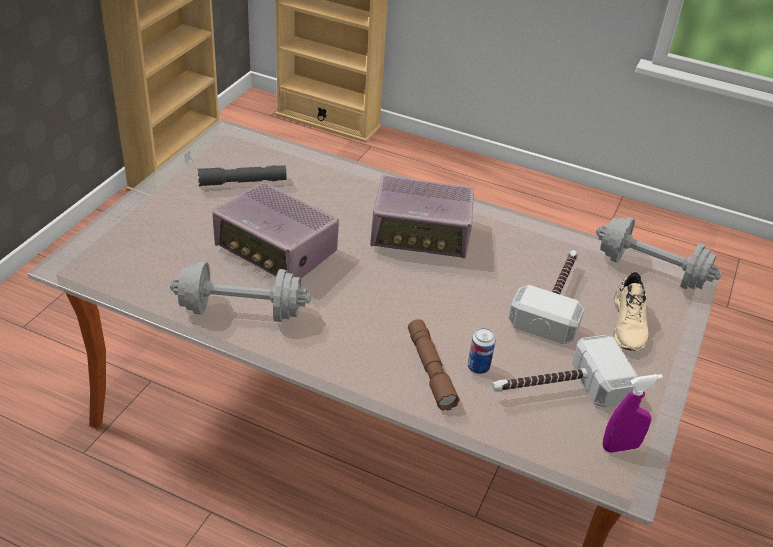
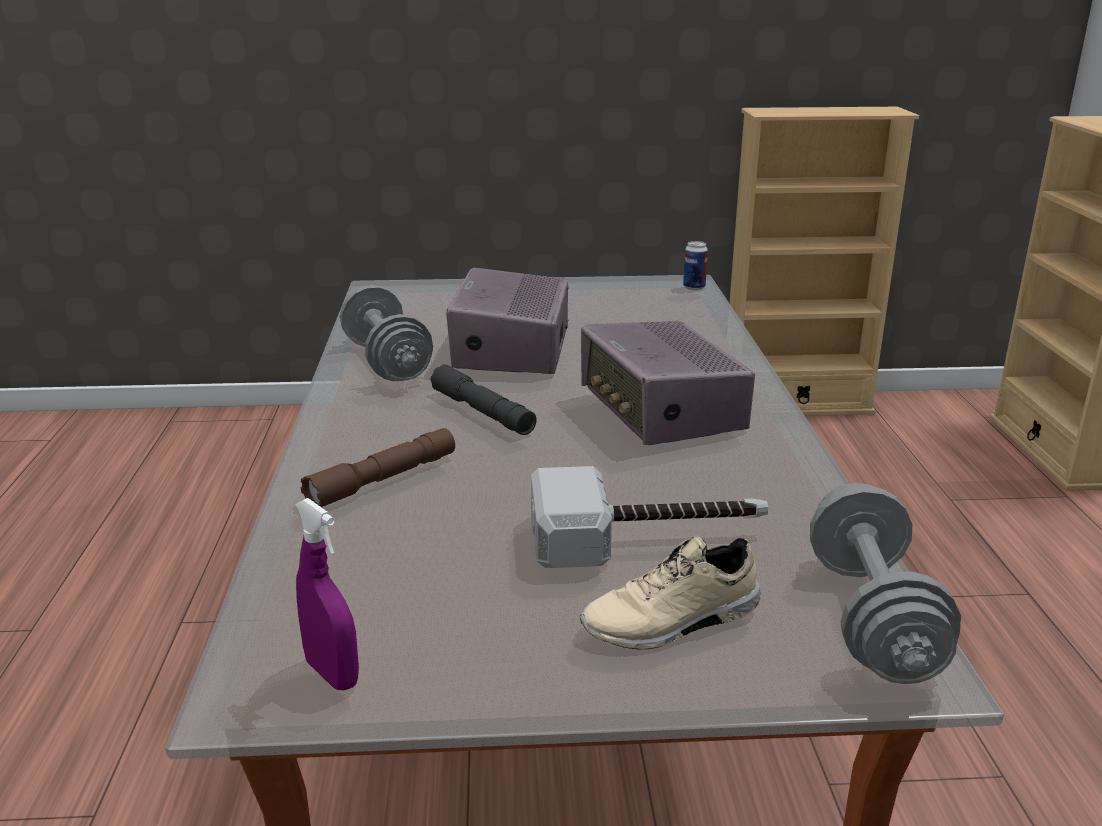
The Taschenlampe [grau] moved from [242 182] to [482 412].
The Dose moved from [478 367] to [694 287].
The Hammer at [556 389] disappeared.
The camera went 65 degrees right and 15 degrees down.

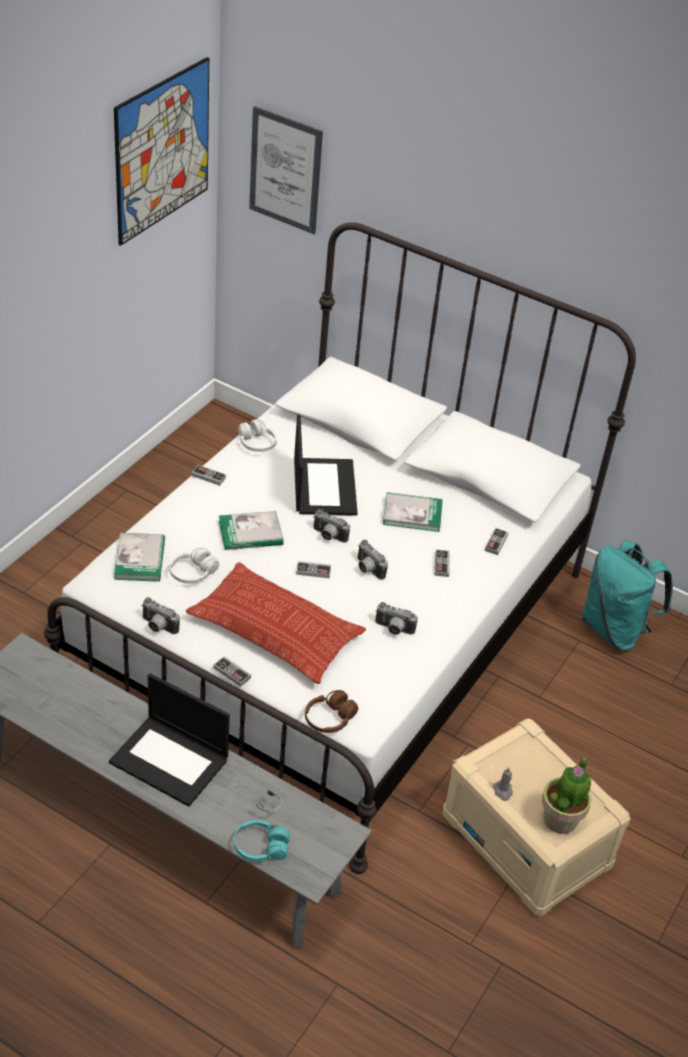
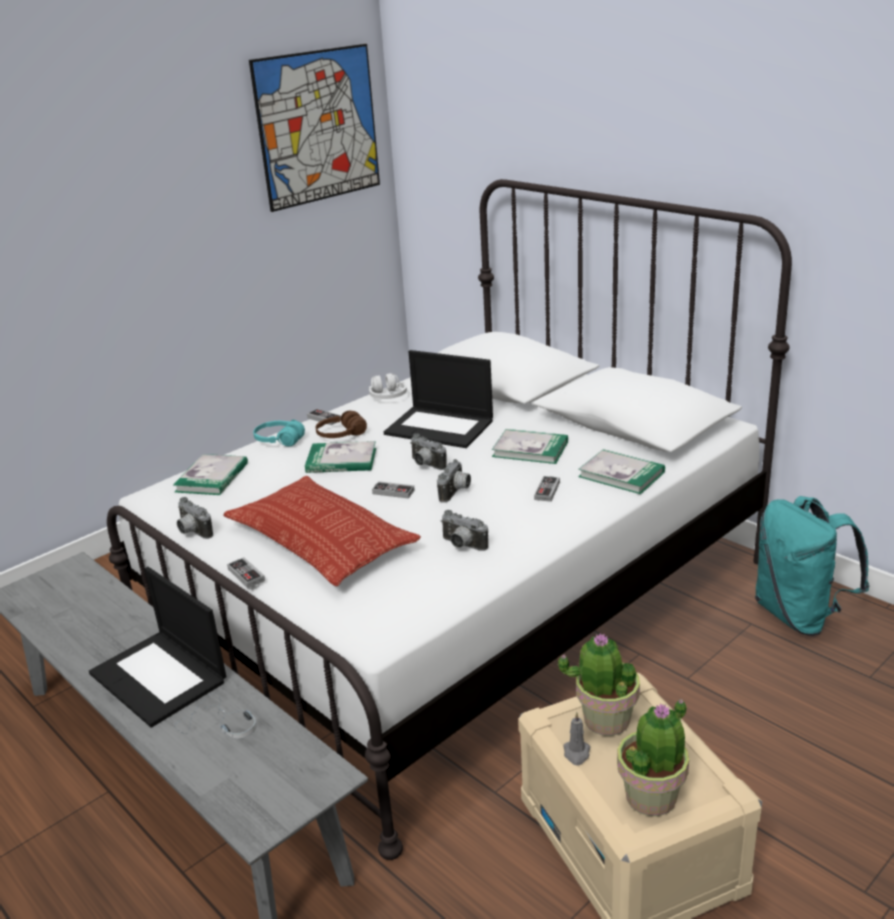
The Bild at [285 170] disappeared.
The Laptop at [323 486] turned 105 degrees clockwise.
The Gamepad at [496 543] was replaced by the Buch at [621 474].
The Kamera at [367 569] turned 135 degrees counterclockwise.
The Kopfhörer [weiß] at [193 573] disappeared.
The Kopfhörer [braun] moved from [329 719] to [341 435].
The Kopfhörer [türkis] moved from [261 847] to [279 440].
The Topfpflanze at [605 719] appeared.
The camera went 20 degrees right and 15 degrees down.

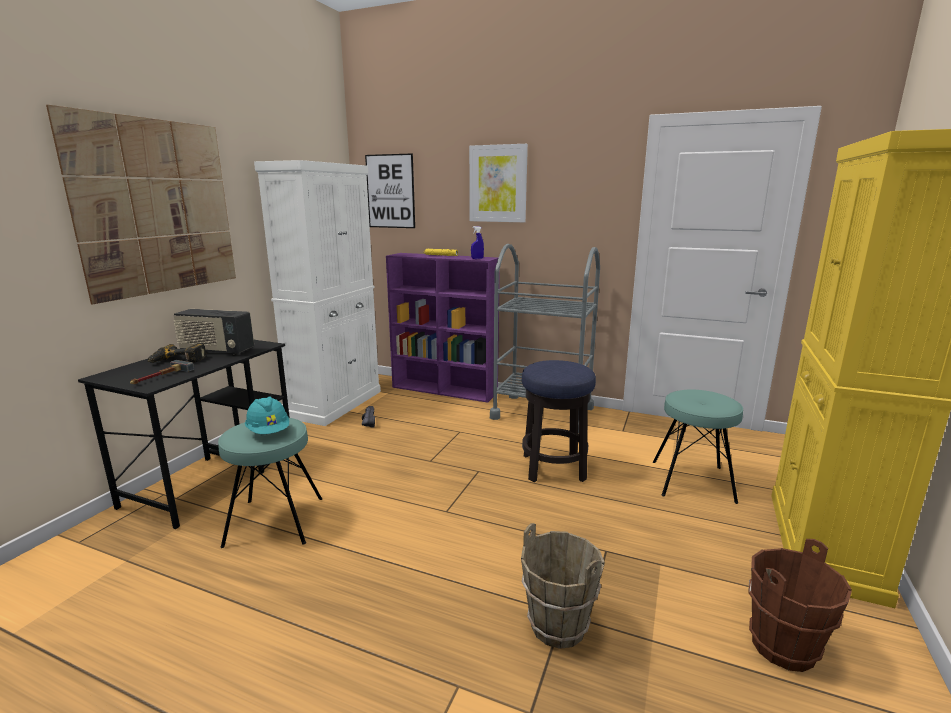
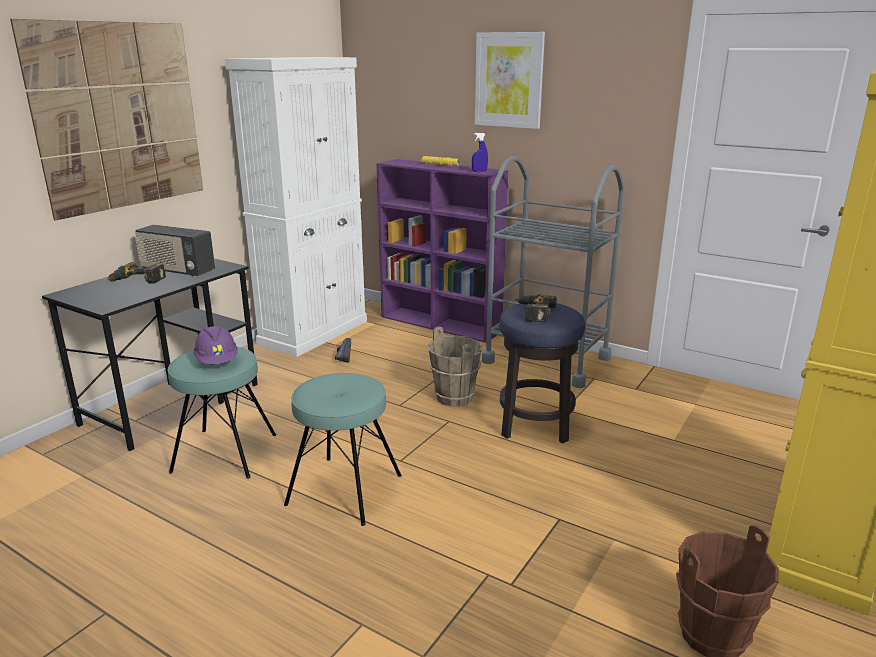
The Bild at [390 191] disappeared.
The Hammer at [160 377] disappeared.
The Hocker [türkis] moved from [692 481] to [344 490].
The Schutzhelm [türkis] at [269 432] became the Schutzhelm [lila] at [217 361].
The Eimer [braun] moved from [558 625] to [455 397].
The Bohrmaschine at [532 313] appeared.
The camera went 10 degrees right and 5 degrees up.

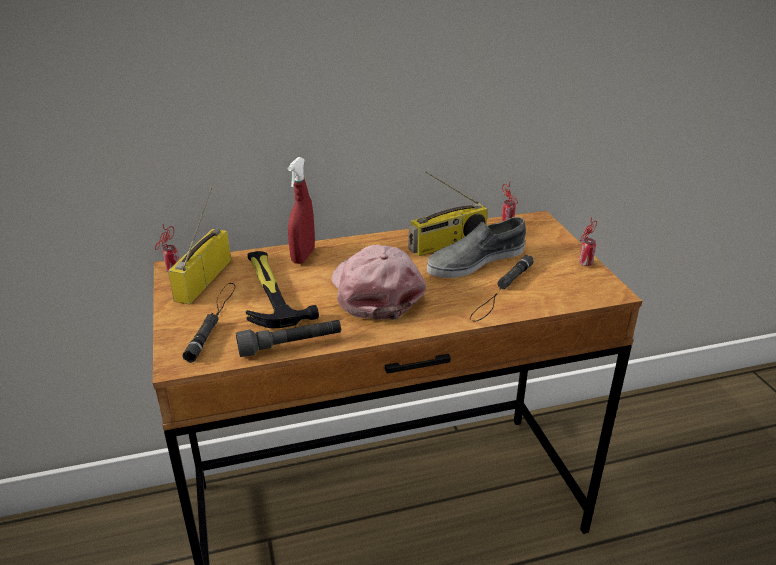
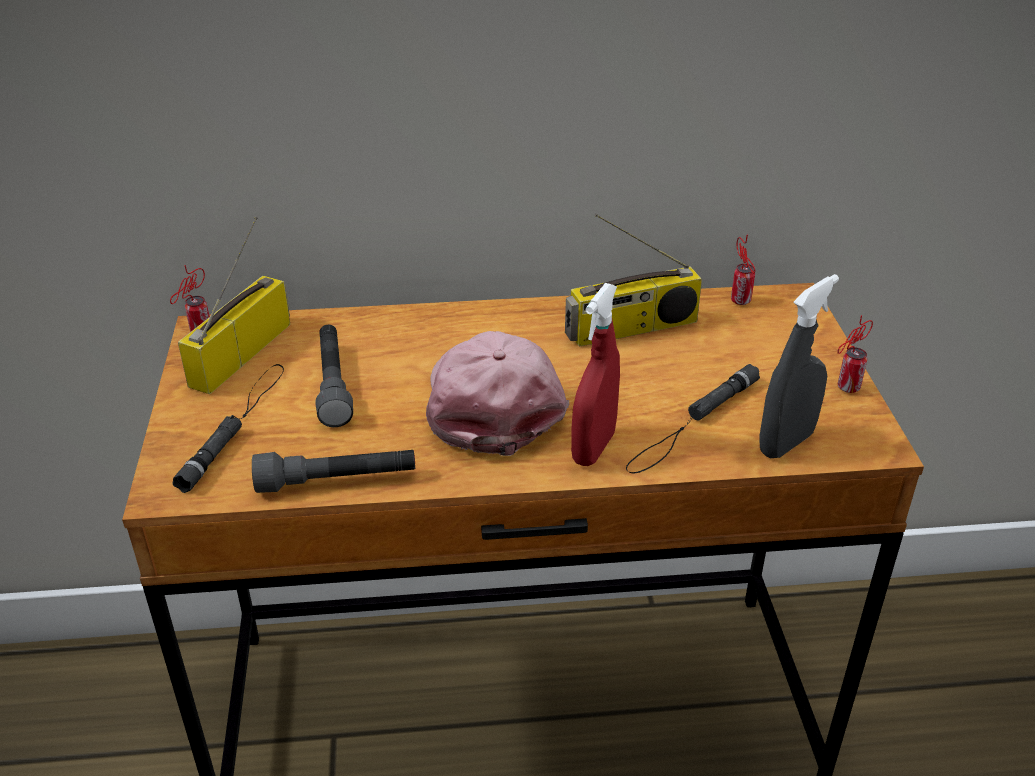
The Sprühflasche [rot] moved from [303 256] to [593 448].
The Schuh [grau] at [475 260] disappeared.
The Hammer at [270 291] was replaced by the Taschenlampe [grau] at [333 384].
The Sprühflasche [grau] at [786 443] appeared.
The camera went 10 degrees right and 5 degrees up.

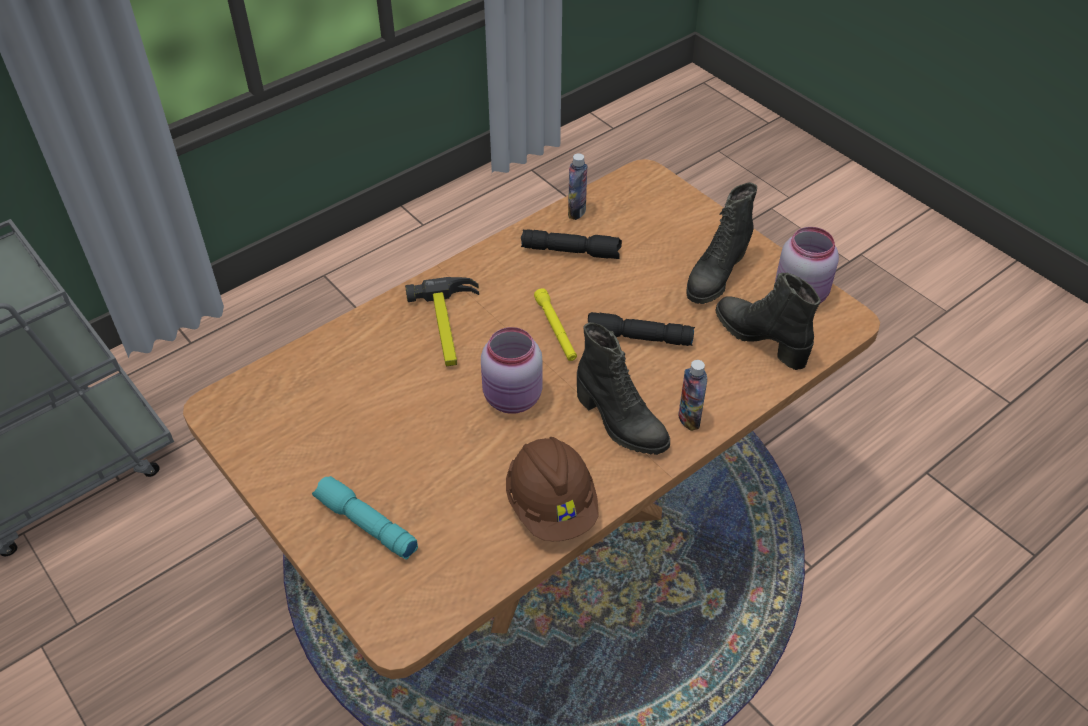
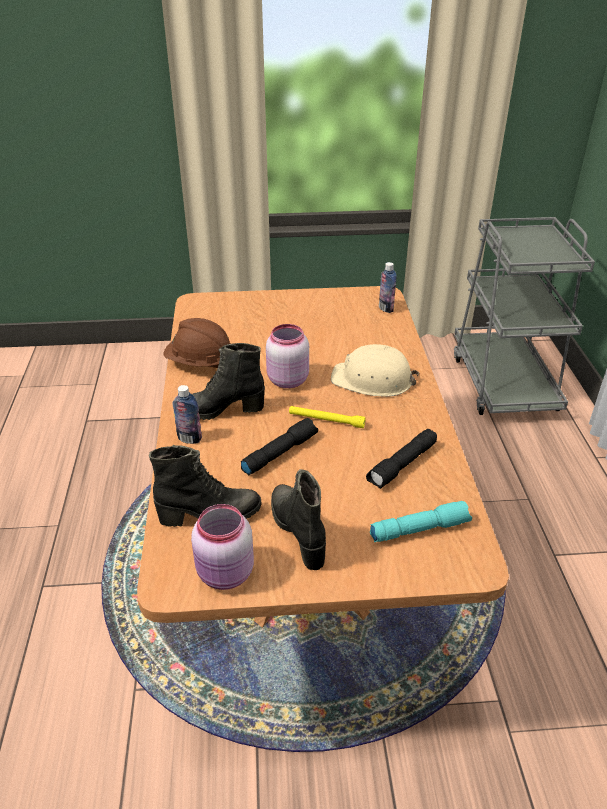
The Flasche moved from [576 212] to [386 308].
The Hammer at [449 327] was replaced by the Schutzhelm [beige] at [373 380].
The Taschenlampe [türkis] moved from [365 524] to [420 528].
The camera went 125 degrees right and 10 degrees down.

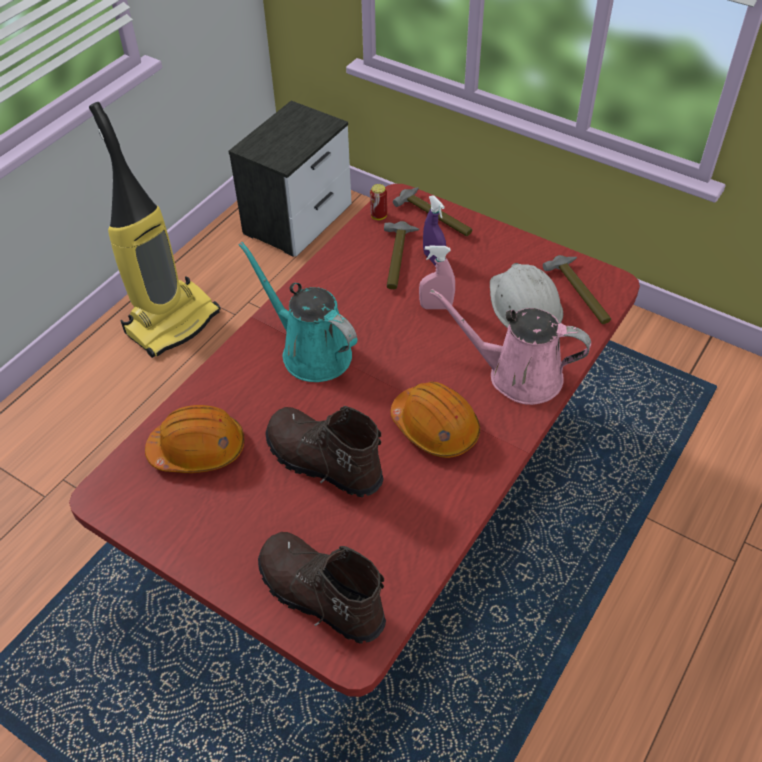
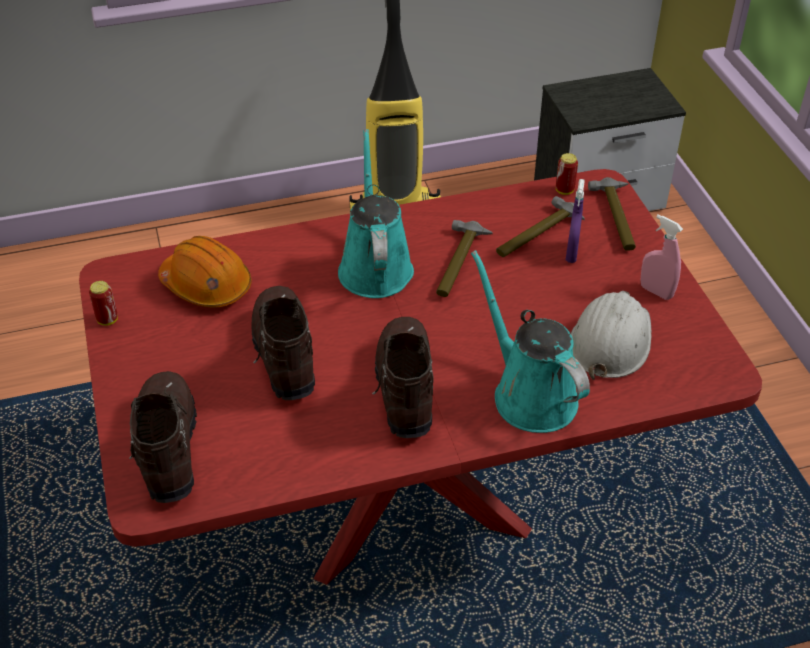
The Sprühflasche [rosa] moved from [436 306] to [656 291].
The Hammer moved from [580 294] to [458 264].
The Gießkanne [rosa] at [517 375] became the Gießkanne [türkis] at [529 394].
The Schutzhelm [orange] at [435 428] was replaced by the Stiefel [braun] at [404 388].
The Dose at [107 320] appeared.
The camera went 40 degrees right and 5 degrees down.

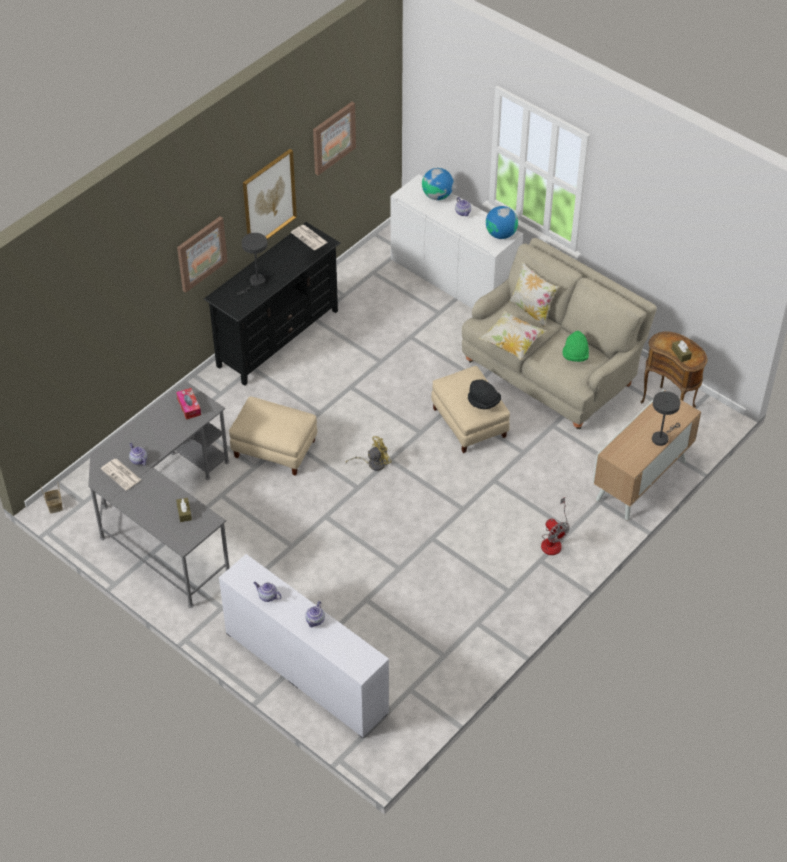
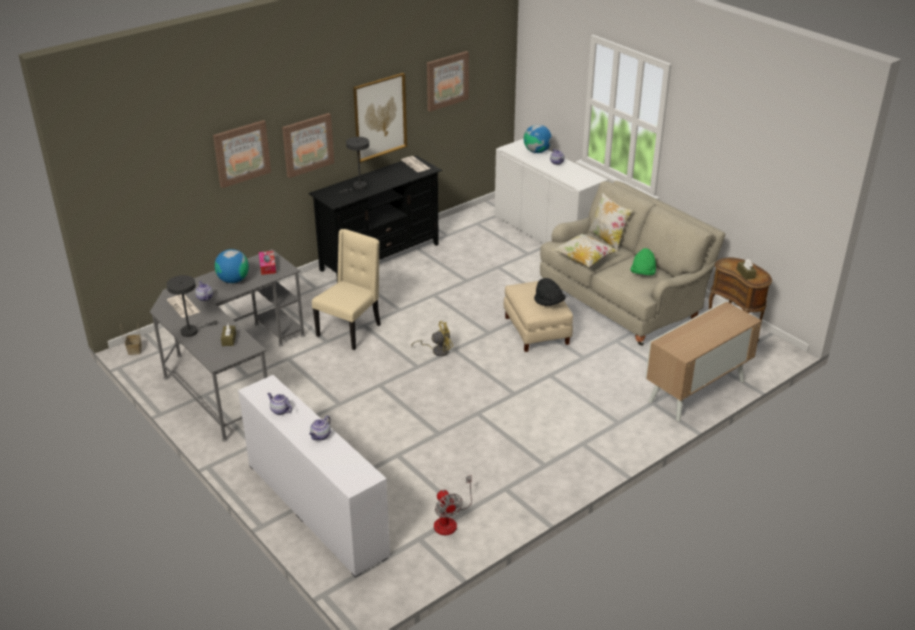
The Globus moved from [501 234] to [233 280].
The Tischlampe [grau] moved from [661 437] to [192 331].
The Polsterhocker [beige] at [275 448] was replaced by the Stuhl [beige] at [350 330].
The Ventilator moved from [553 540] to [449 521].
The Bild at [241 153] appeared.
The camera went 10 degrees right and 15 degrees down.

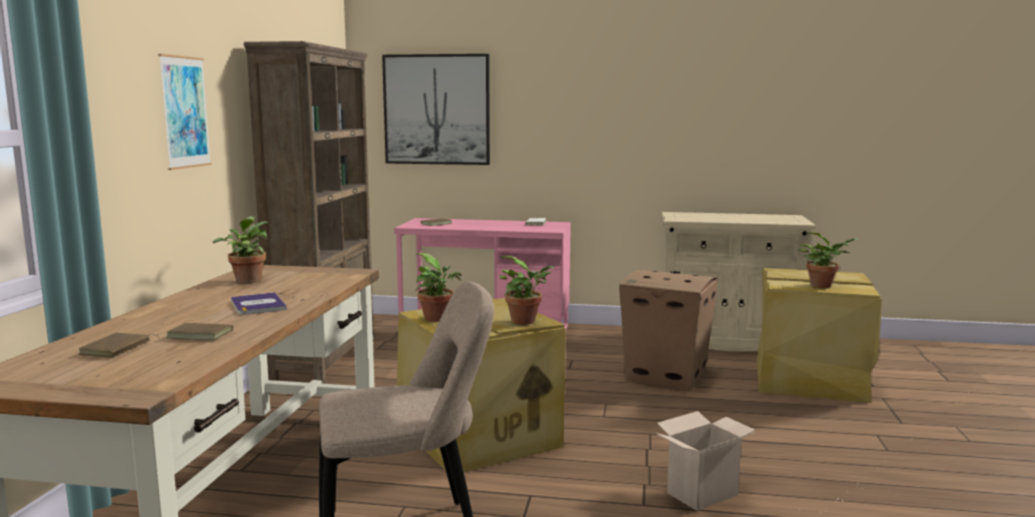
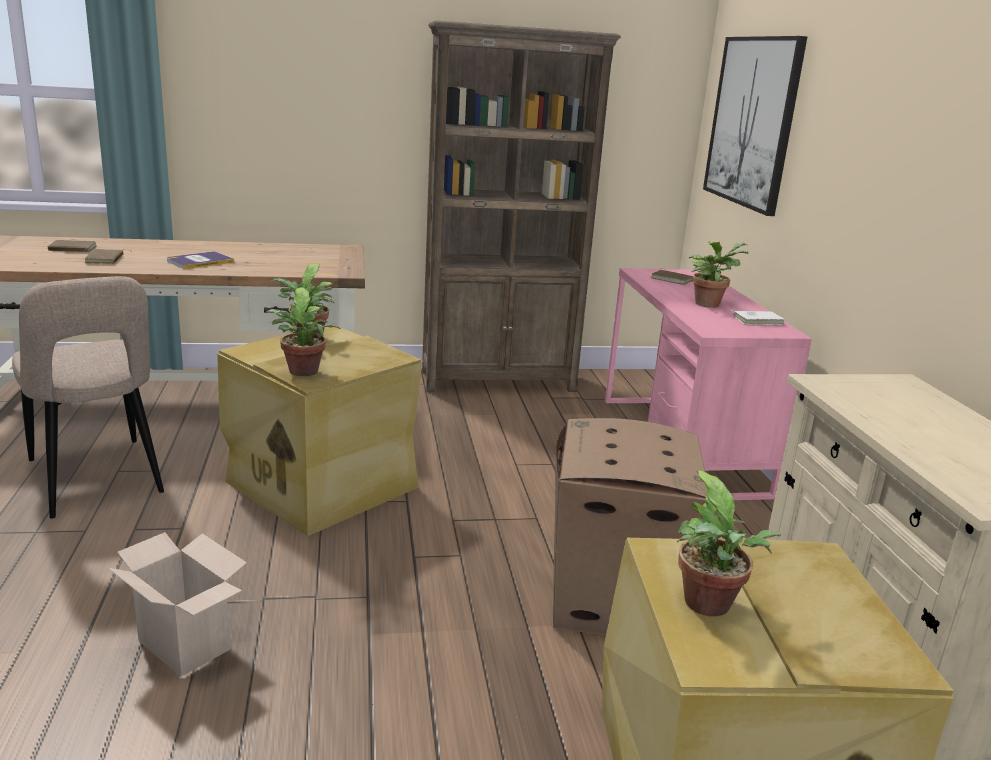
The Bild at [185 112] disappeared.
The Topfpflanze moved from [248 280] to [708 303].
The camera went 70 degrees right and 10 degrees up.

